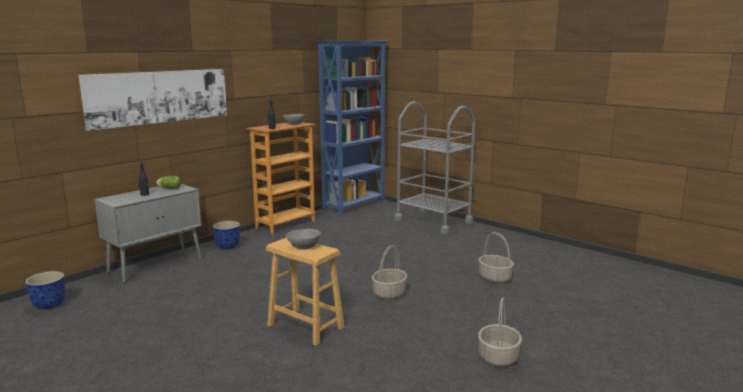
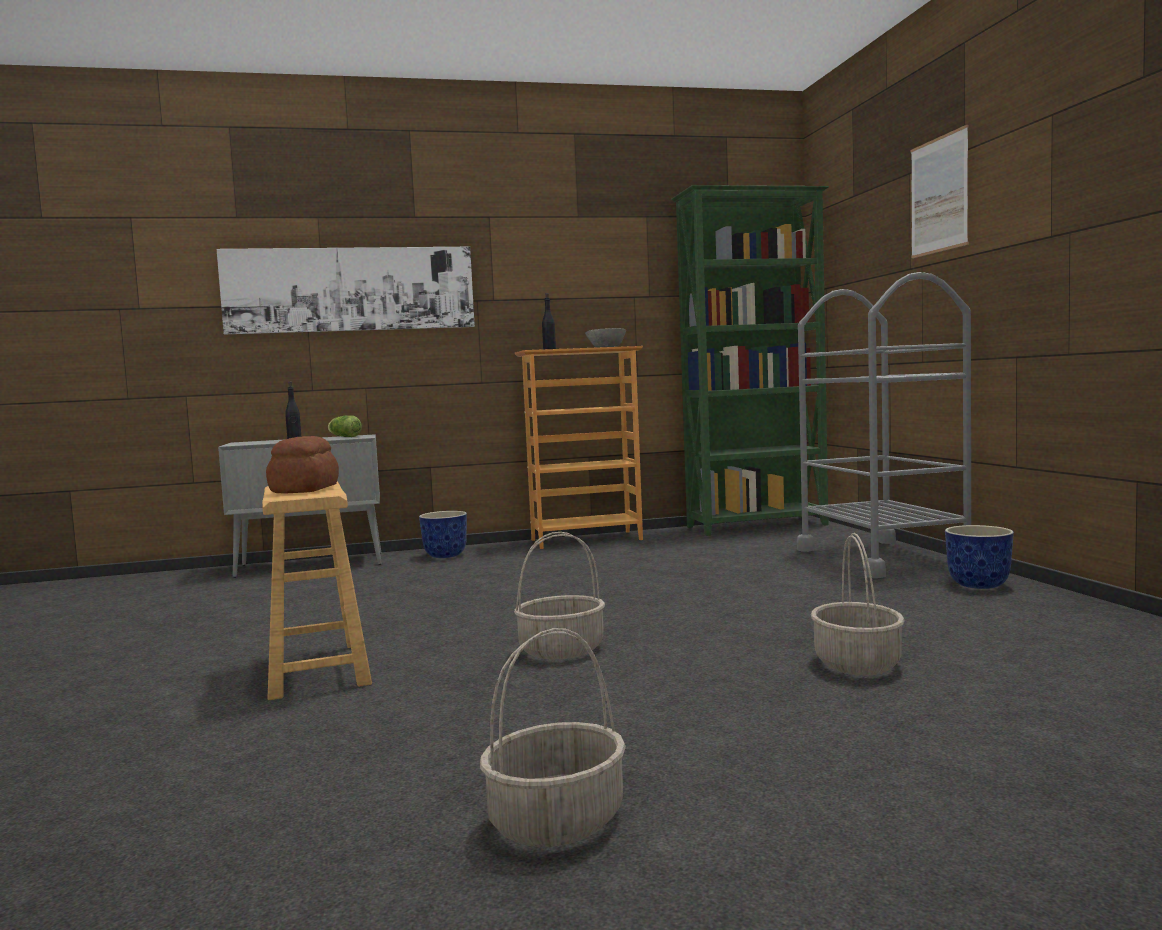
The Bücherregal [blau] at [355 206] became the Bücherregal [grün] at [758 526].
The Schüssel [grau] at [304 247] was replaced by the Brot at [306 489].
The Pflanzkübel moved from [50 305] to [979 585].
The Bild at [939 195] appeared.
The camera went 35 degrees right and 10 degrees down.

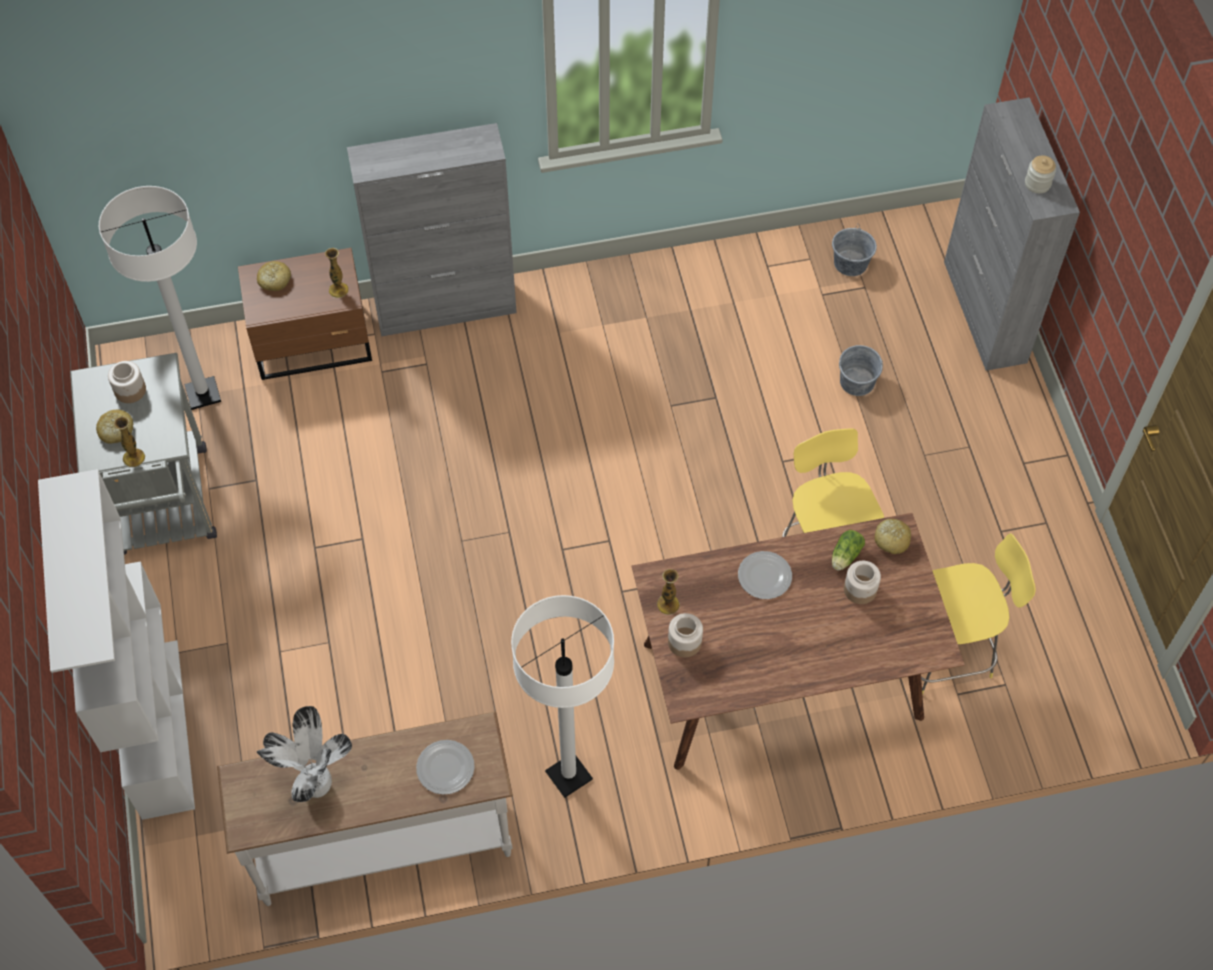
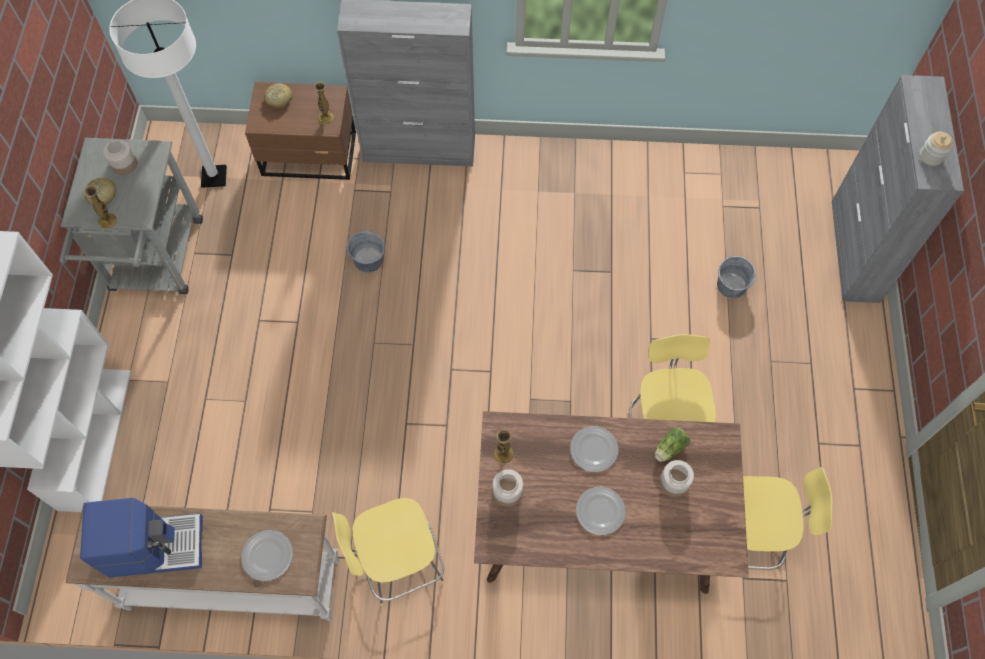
The Eimer [grau] moved from [850 263] to [368 260].
The Brot at [891 539] disappeared.
The Stehlampe [weiß] at [569 775] was replaced by the Hocker [gelb] at [399 564].
The Topfpflanze at [315 788] was replaced by the Kaffeemaschine at [155 545].
The Teller at [600 510] appeared.
The camera went 15 degrees right and 5 degrees up.

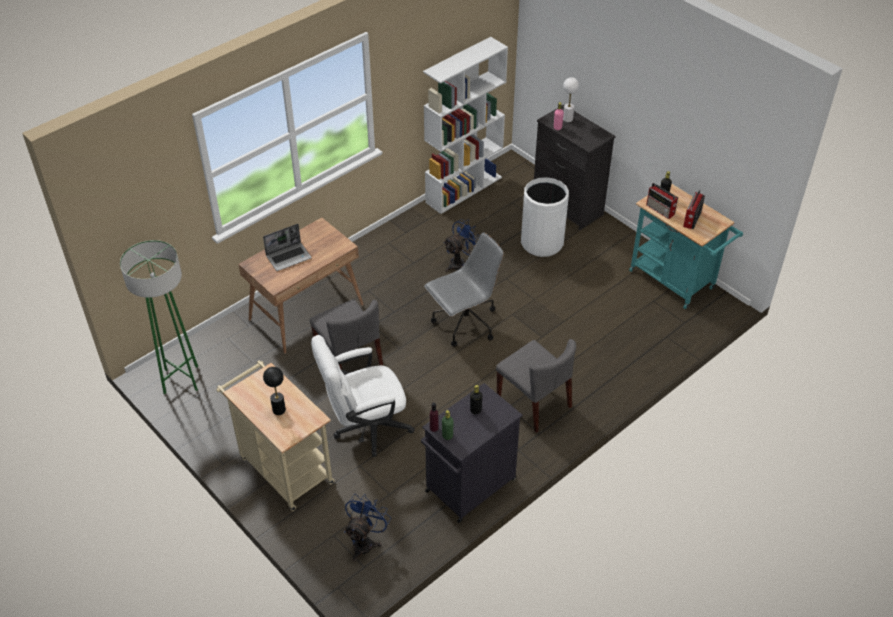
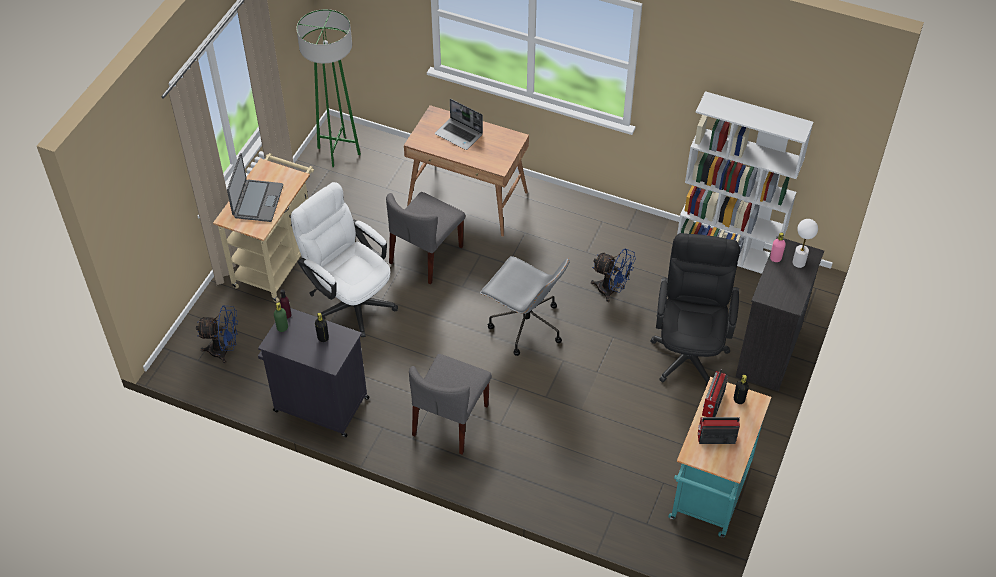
The Mülleimer [weiß] at [542 243] was replaced by the Bürostuhl [schwarz] at [690 349].
The Tischlampe [schwarz] at [278 410] was replaced by the Laptop at [257 201].
The camera went 65 degrees right and 5 degrees up.

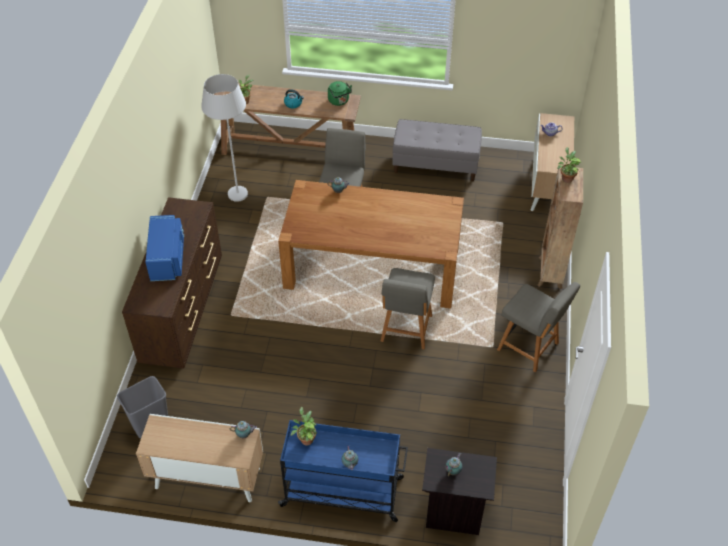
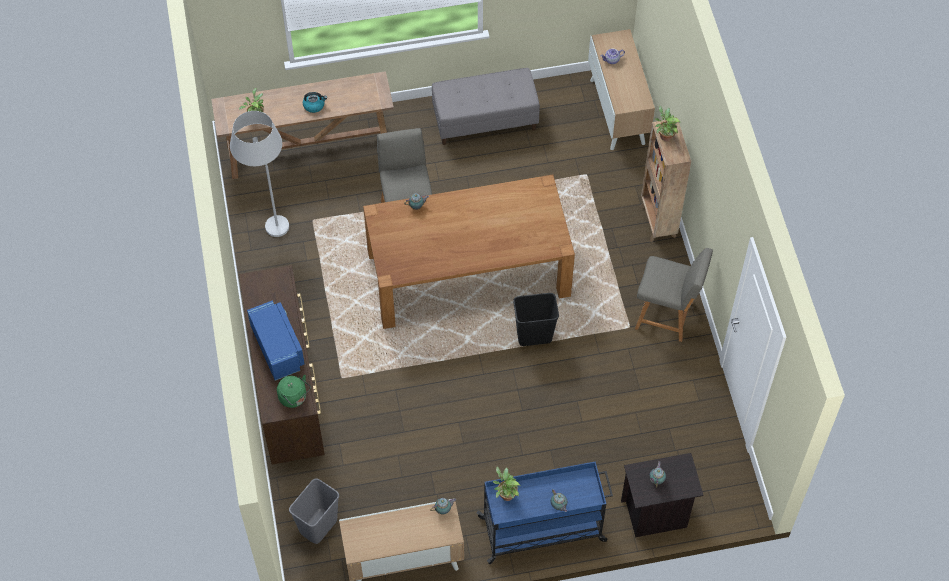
The Wasserkessel [grün] moved from [339 101] to [294 398].
The Stuhl [grau] at [406 330] was replaced by the Mülleimer [schwarz] at [534 336].
The camera went 20 degrees left and 10 degrees up.

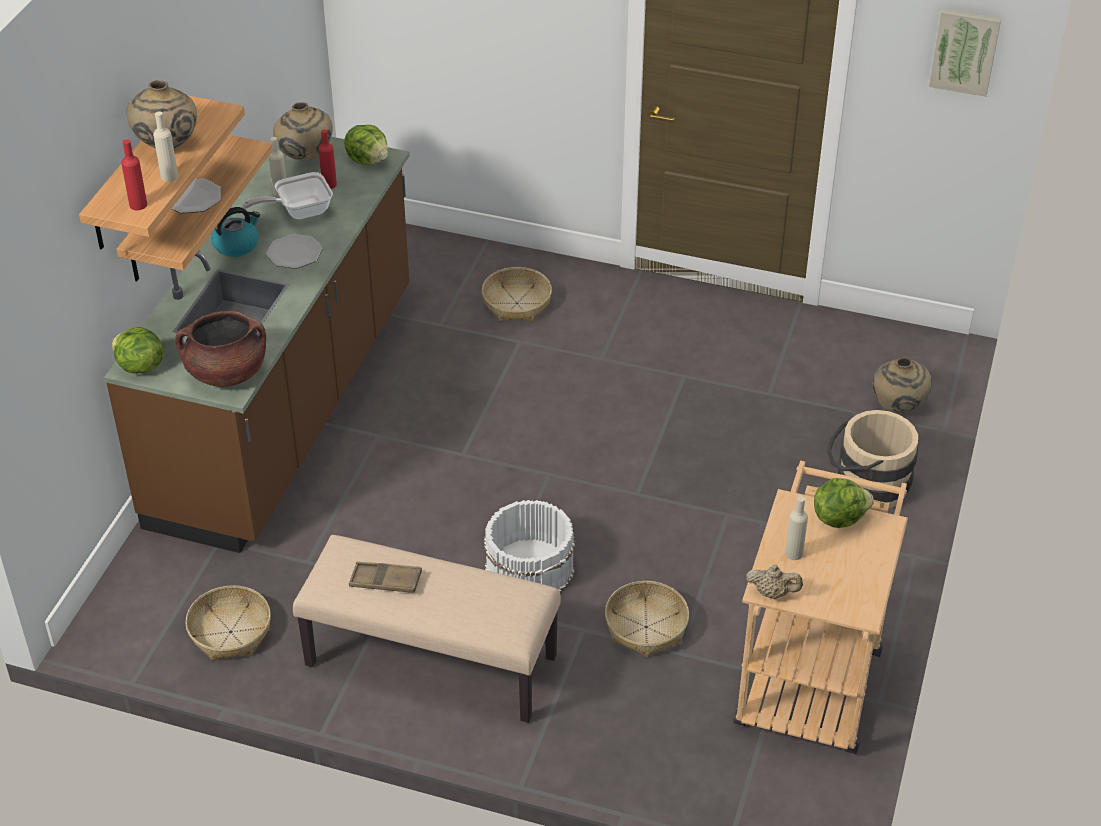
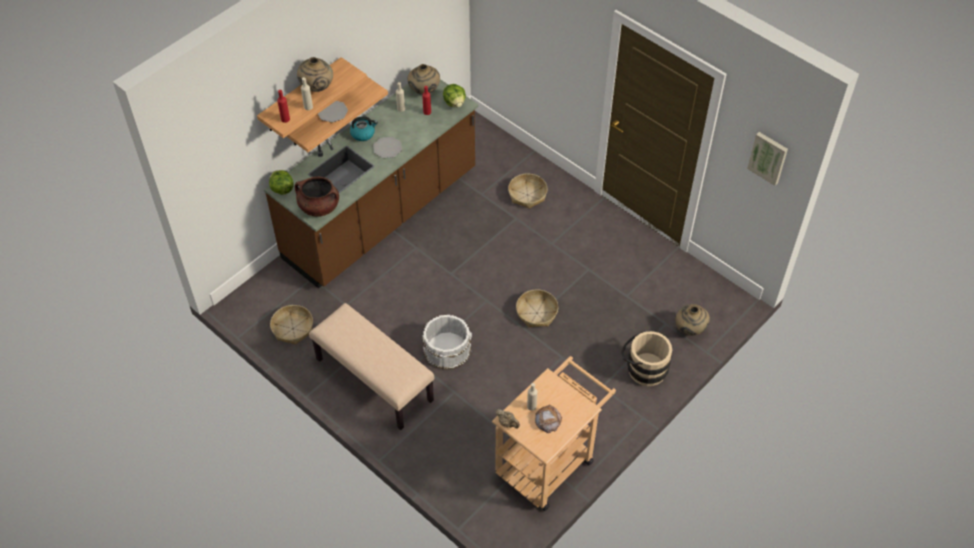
The Pfanne at [299 211] disappeared.
The Salatkopf at [838 517] disappeared.
The Tablett [braun] at [385 581] disappeared.
The Korb moved from [646 627] to [536 313].
The Brot at [548 420] appeared.
The camera went 25 degrees right and 10 degrees up.

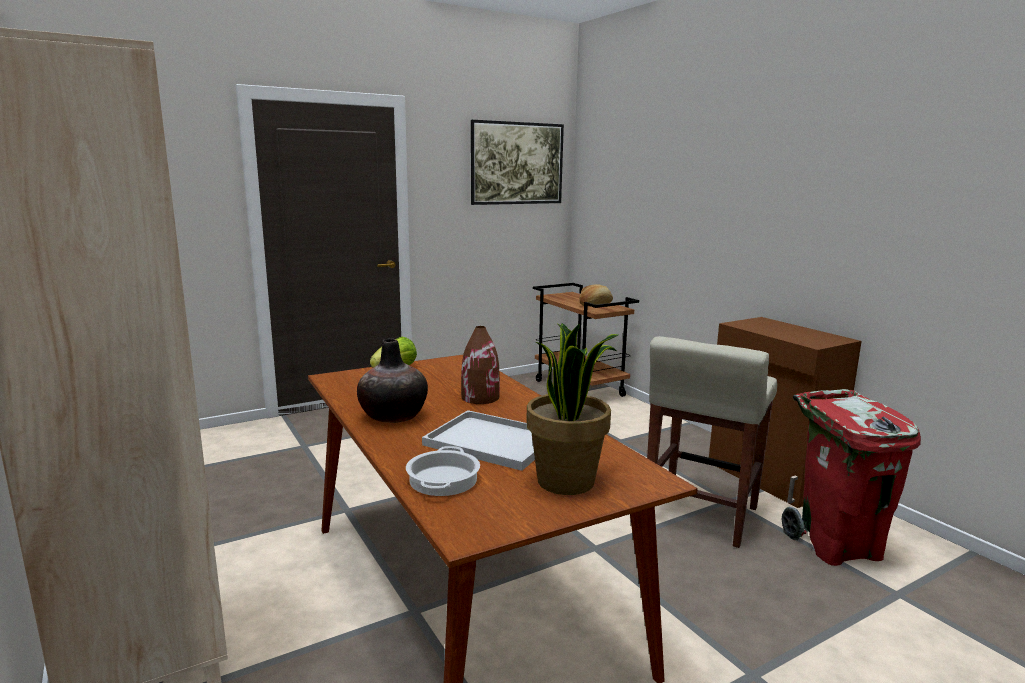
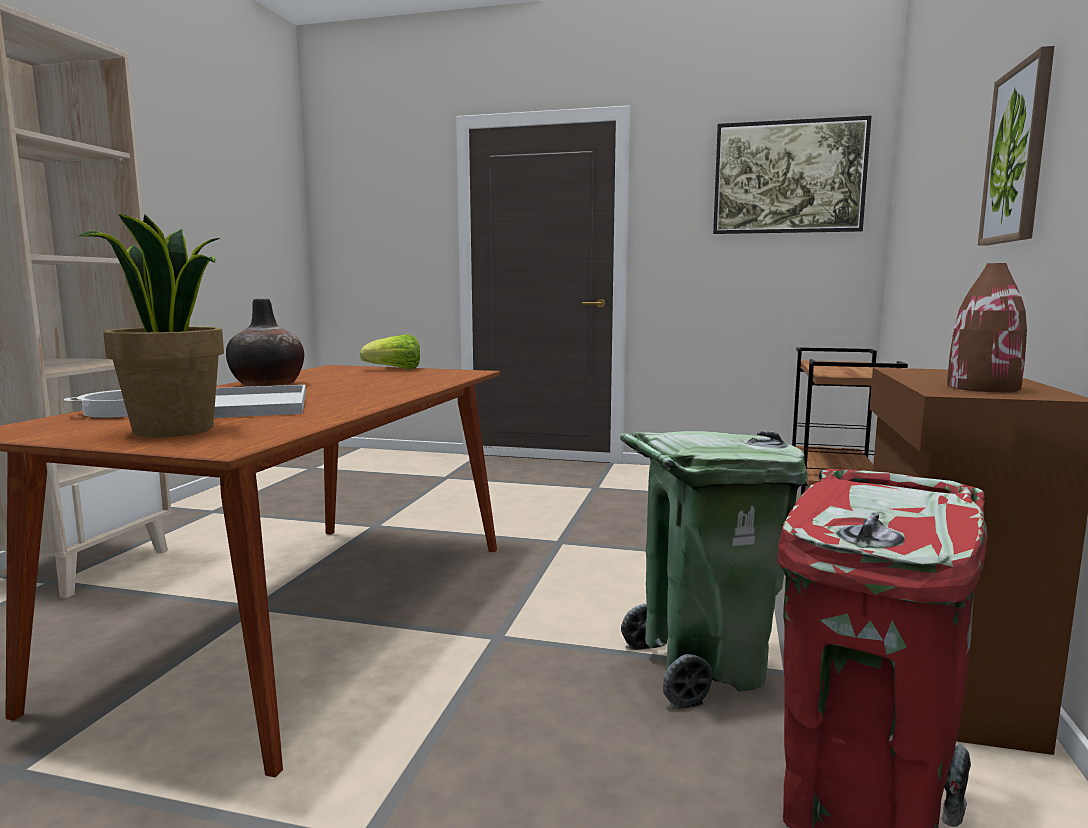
The Brot at [595 304] disappeared.
The Vase [braun] moved from [480 397] to [983 387].
The Hocker [beige] at [700 515] was replaced by the Mülleimer [grün] at [701 667].
The Bild at [1018 155] appeared.
The camera went 45 degrees right and 5 degrees down.

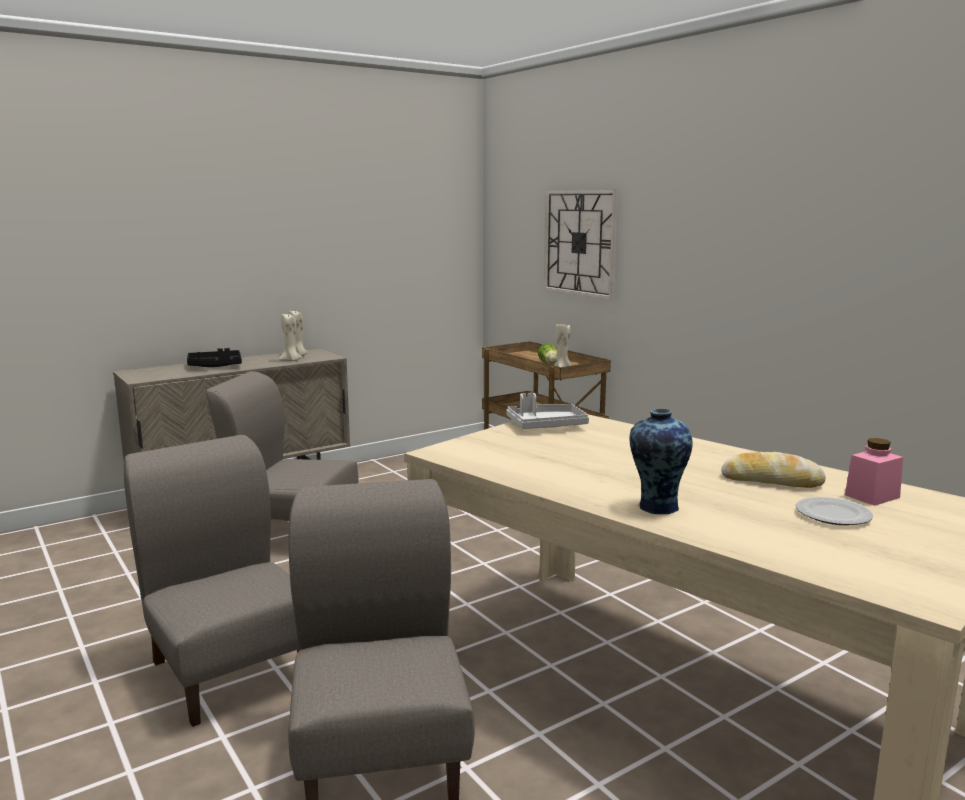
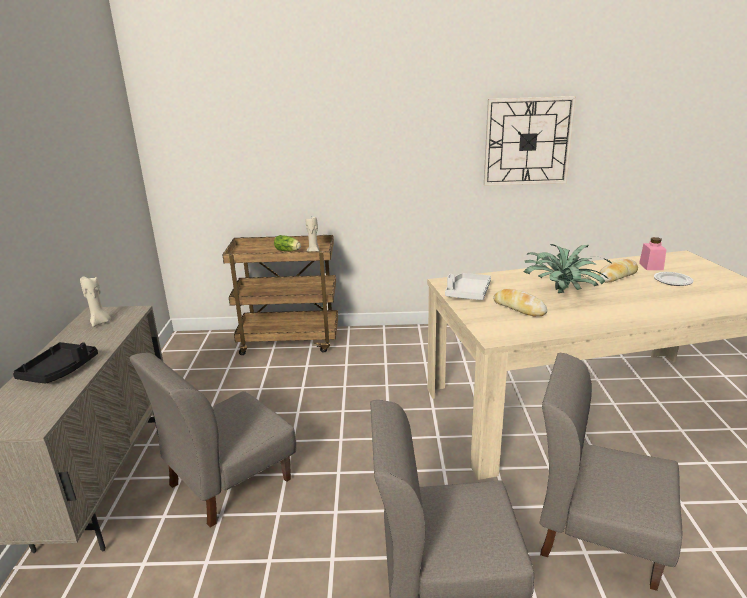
The Wanduhr moved from [580 242] to [527 141].
The Kerze [beige] at [291 361] disappeared.
The Vase at [656 507] disappeared.
The Topfpflanze at [563 294] appeared.
The Brot at [519 308] appeared.
The camera went 55 degrees left and 10 degrees up.

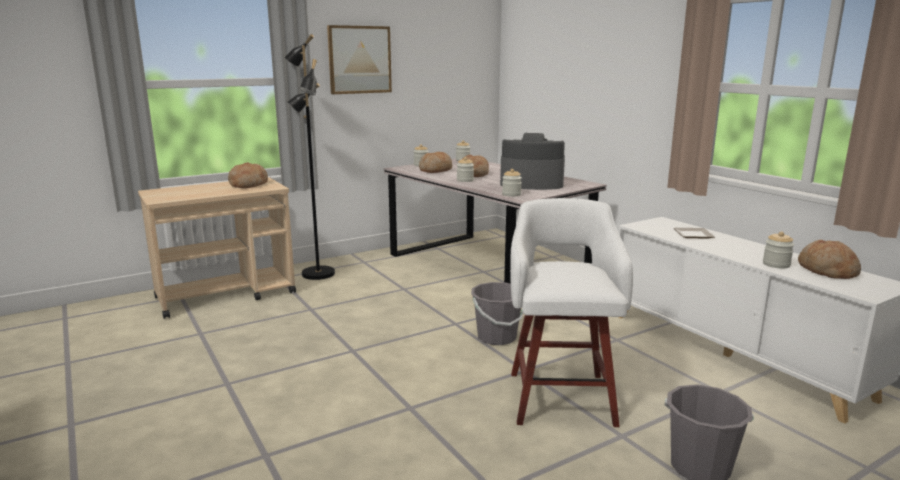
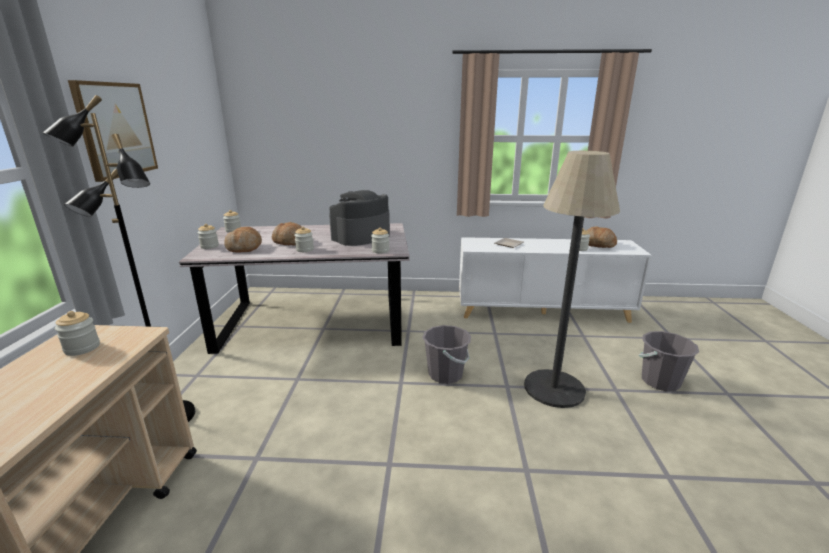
The Brot at [248 184] was replaced by the Vorratsglas at [82 348].
The Hocker [weiß] at [561 396] was replaced by the Stehlampe at [554 388].
The camera went 55 degrees left and 5 degrees up.

